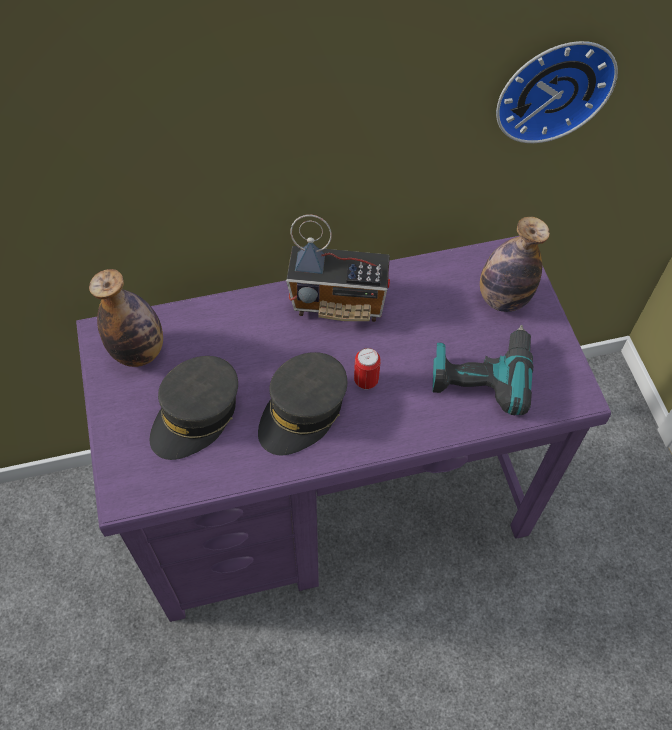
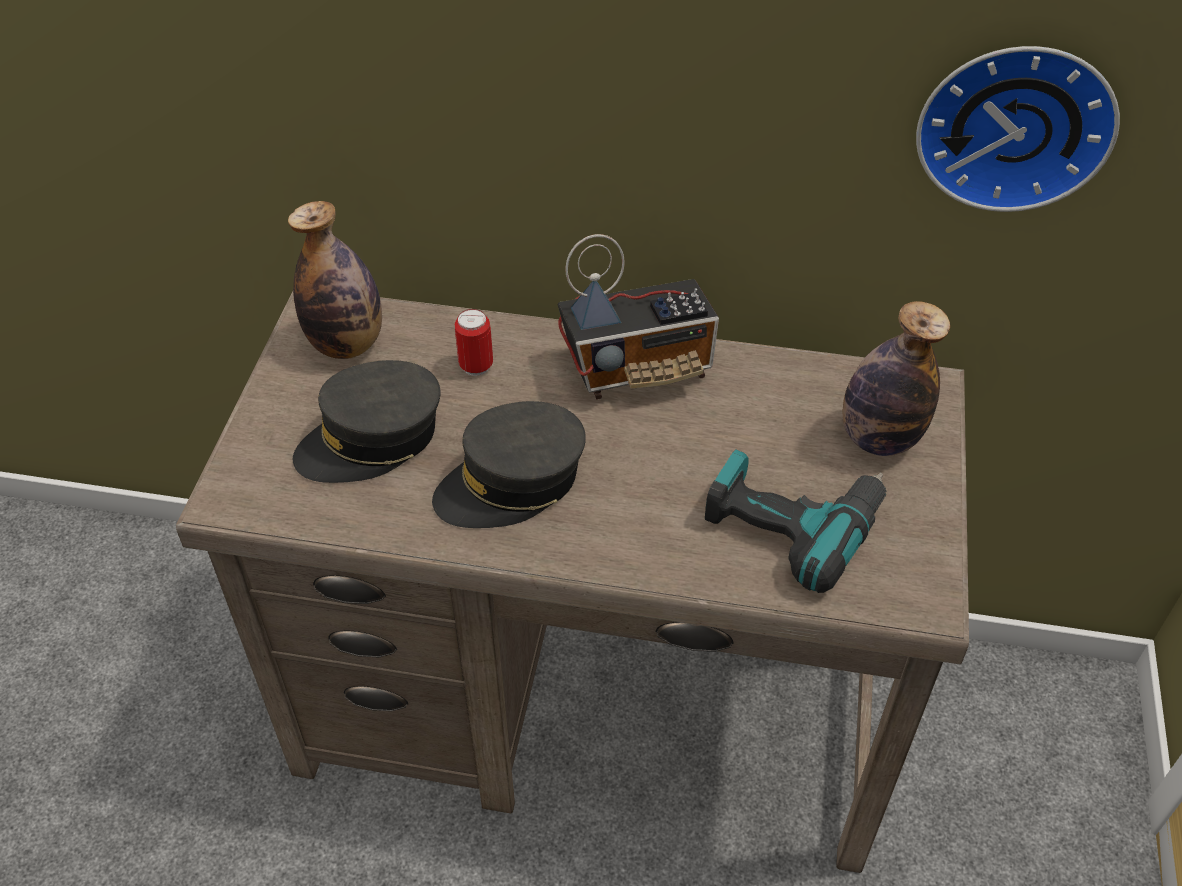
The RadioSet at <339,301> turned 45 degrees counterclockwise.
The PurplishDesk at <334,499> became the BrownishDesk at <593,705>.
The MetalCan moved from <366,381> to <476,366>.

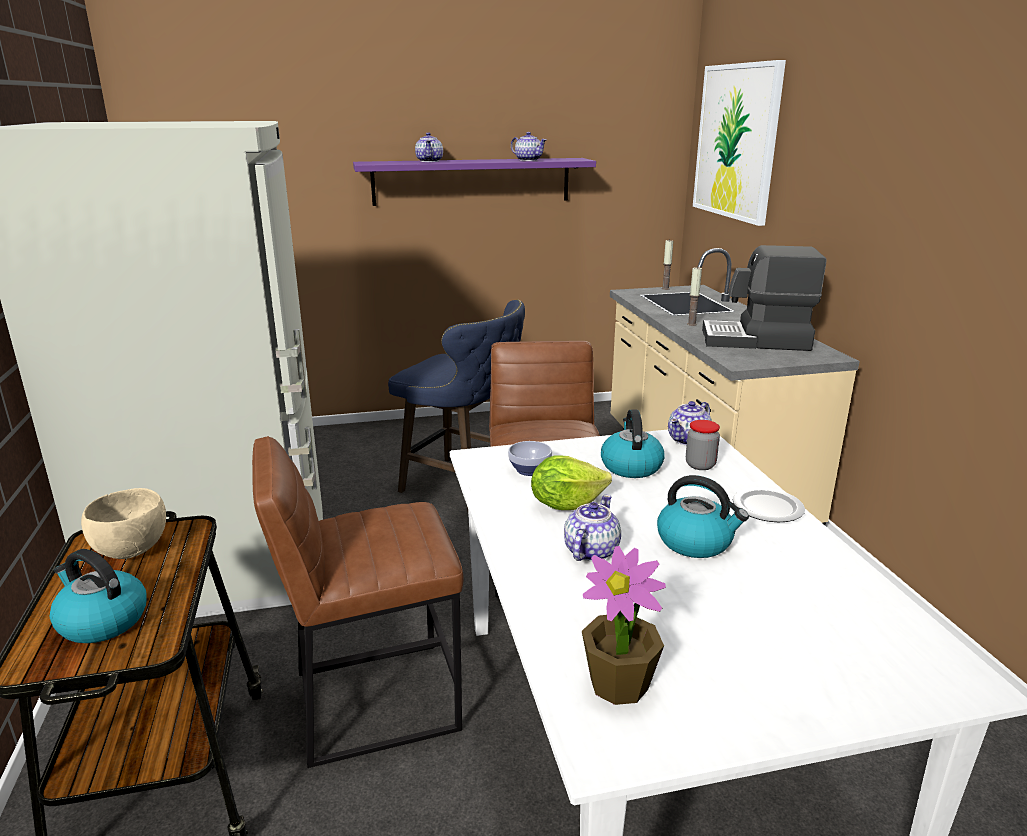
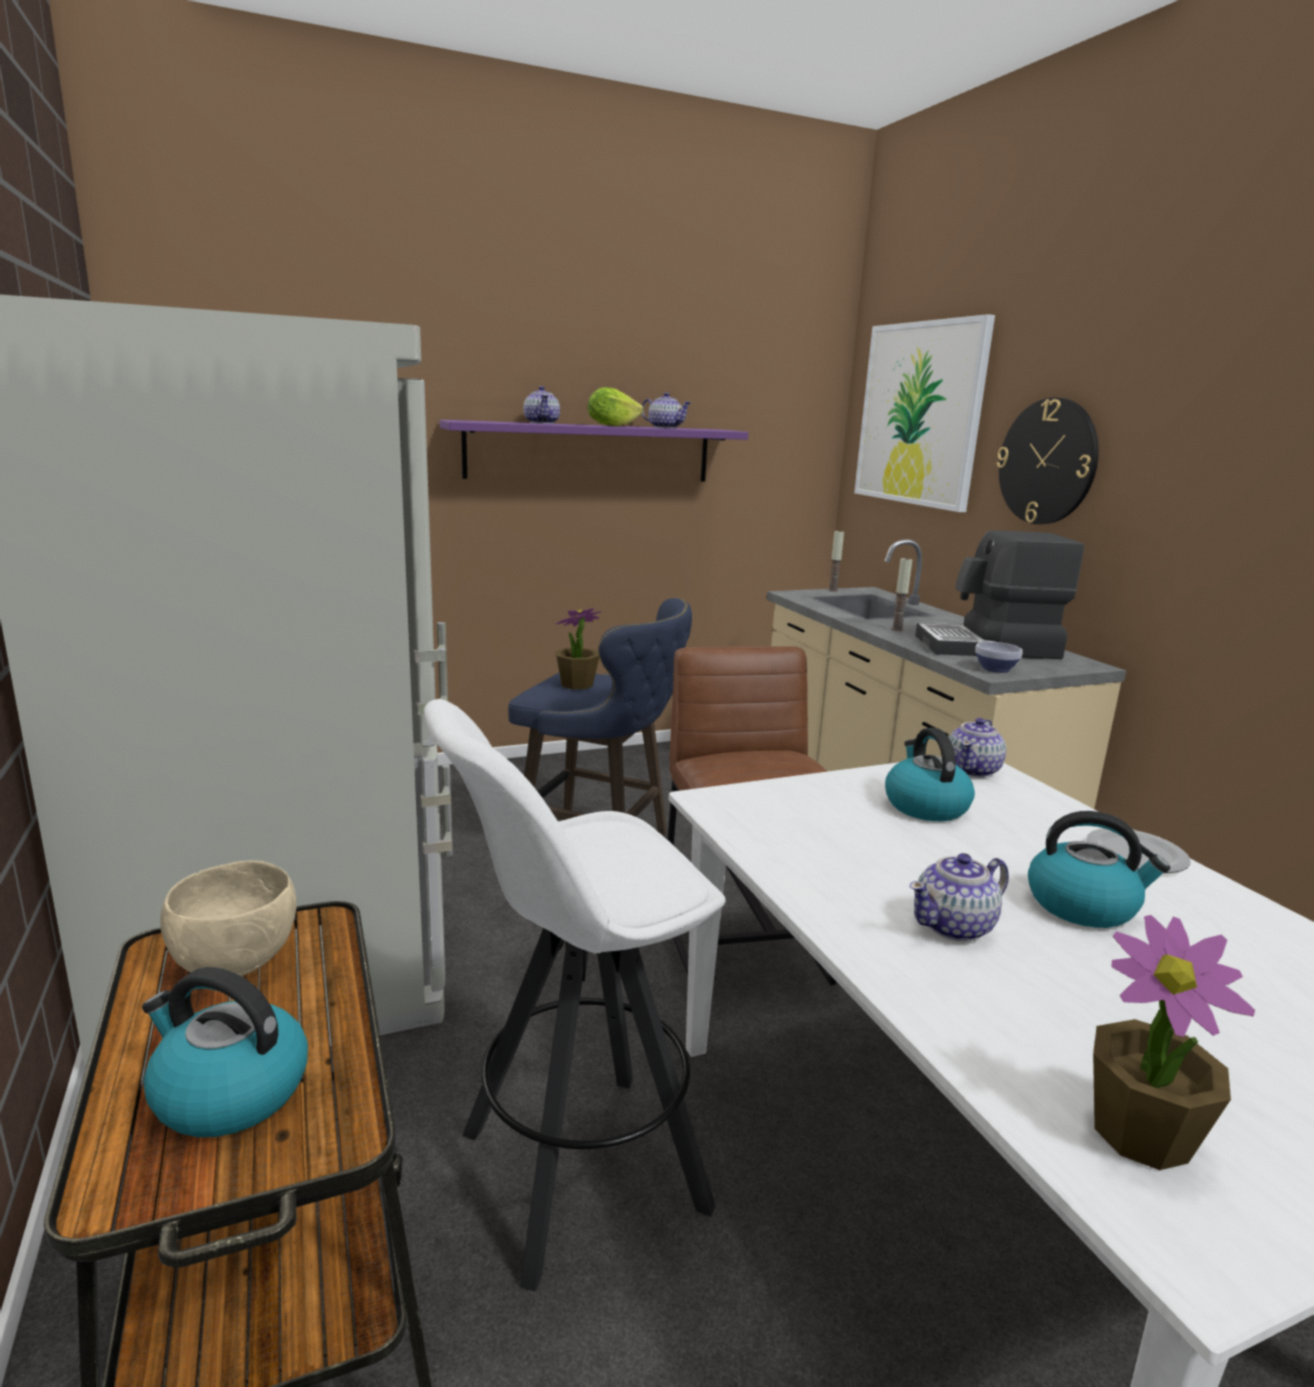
The StorageJar at <700,465> disappeared.
The BrownishUprightChair at <373,701> was replaced by the WhiteColouredSittingStool at <575,1172>.
The Bowl moved from <531,470> to <997,669>.
The HeadOfLettuce moved from <566,504> to <611,426>.
The PotForTea at <590,551> turned 135 degrees counterclockwise.
The WallClock at <1047,462> appeared.
The PlantInAPot at <576,684> appeared.

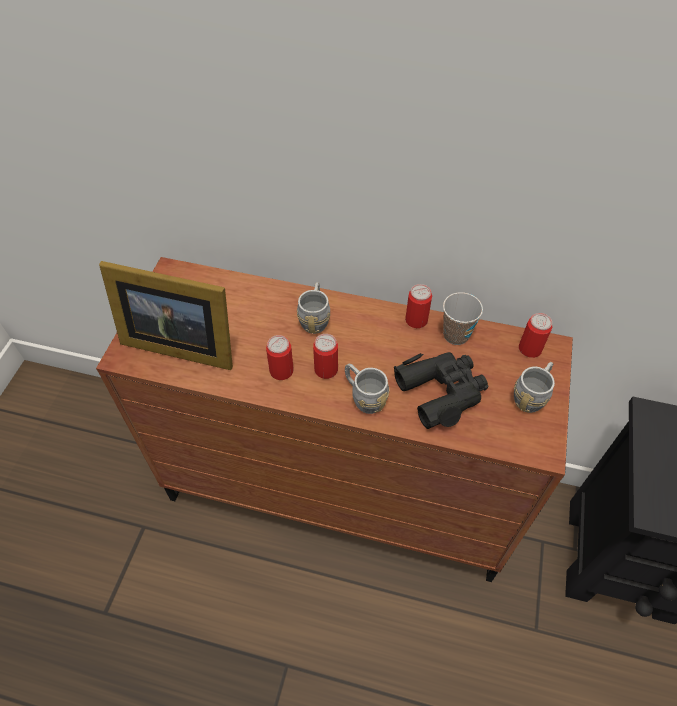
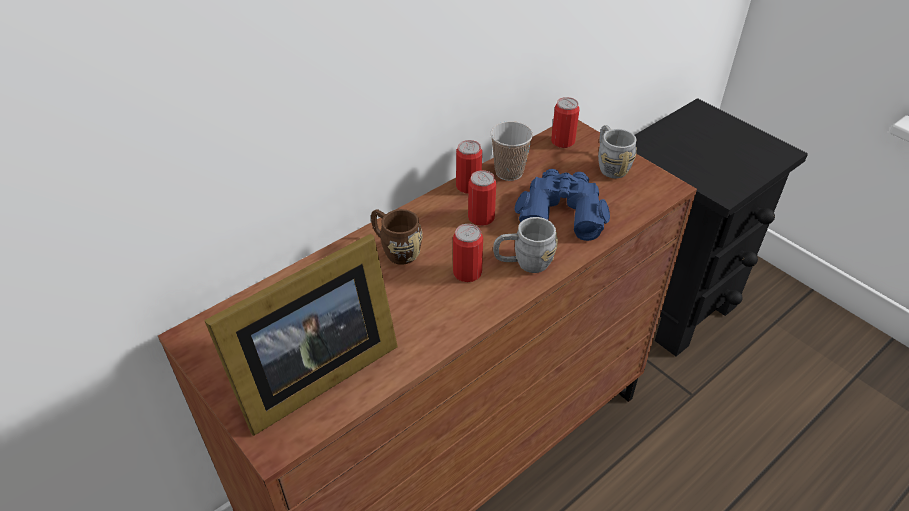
The GrayTeaMug at <315,318> became the BrownishTeaMug at <395,249>.
The MetalCan moved from <281,371> to <481,217>.
The BlackColouredBinoculars at <441,391> became the BlueBinoculars at <561,211>.

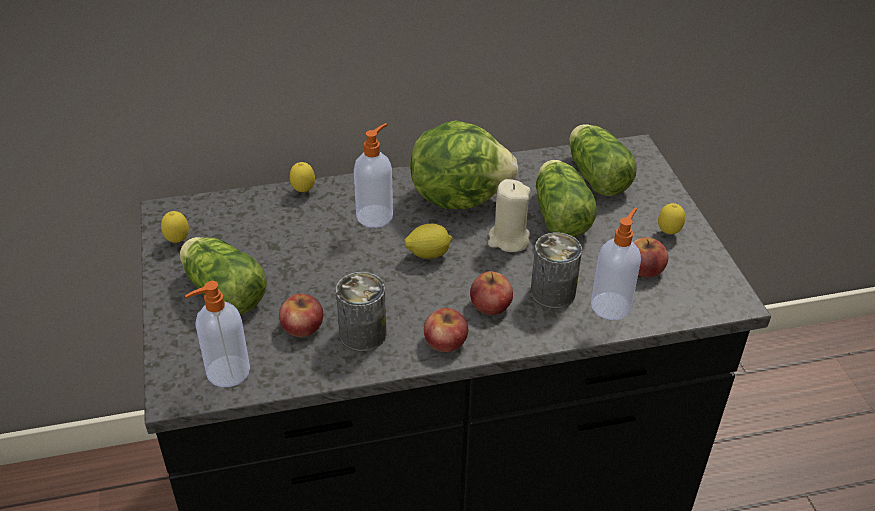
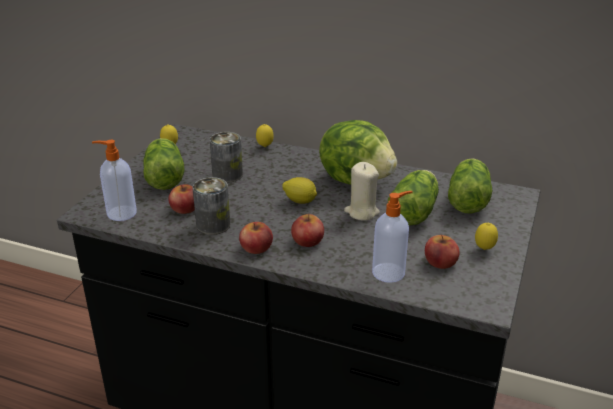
The SoapBottle at <375,215> disappeared.
The MetalCan moved from <553,292> to <227,174>.

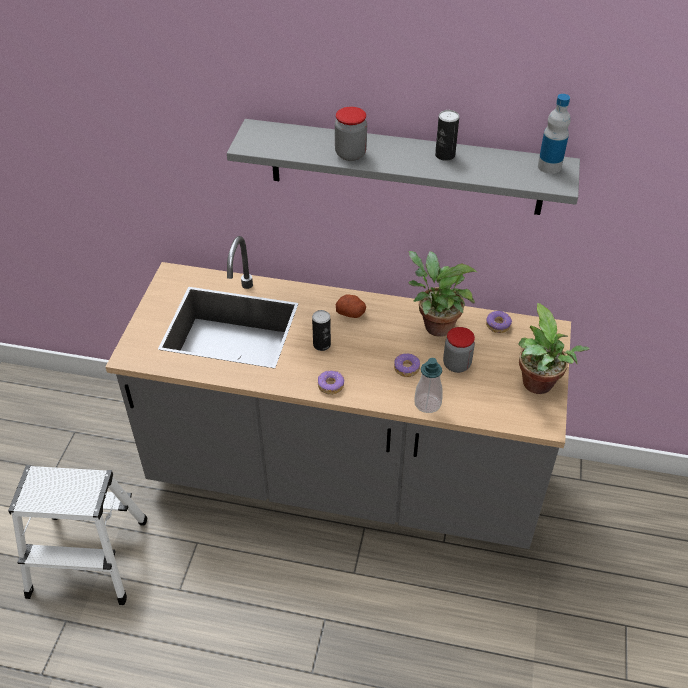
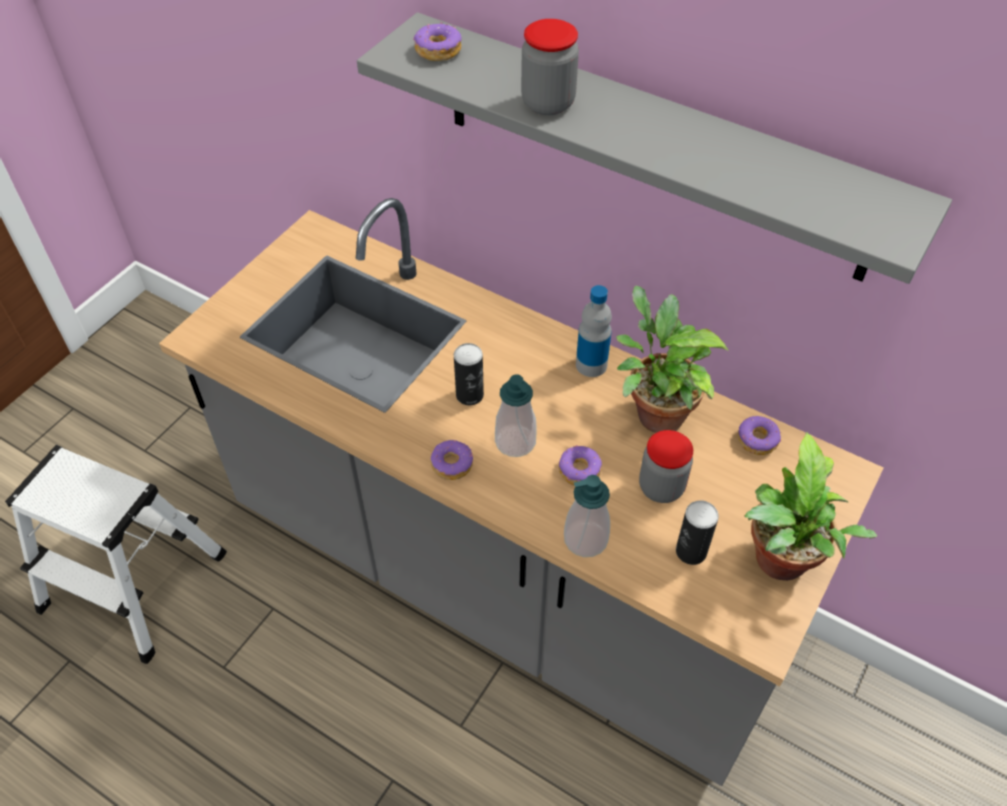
The DrinkBottle moved from <549,166> to <591,365>.
The MetalCan moved from <445,155> to <691,551>.
The Spud at <351,313> disappeared.
The Doughnut at <438,50> appeared.
The SoapBottle at <515,442> appeared.

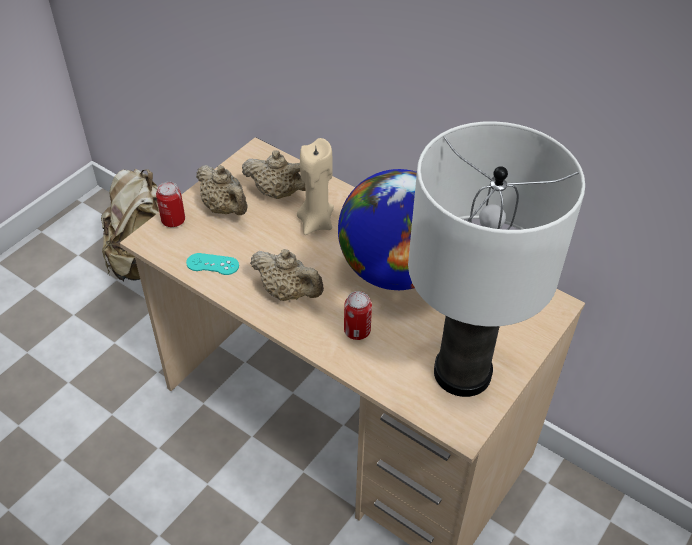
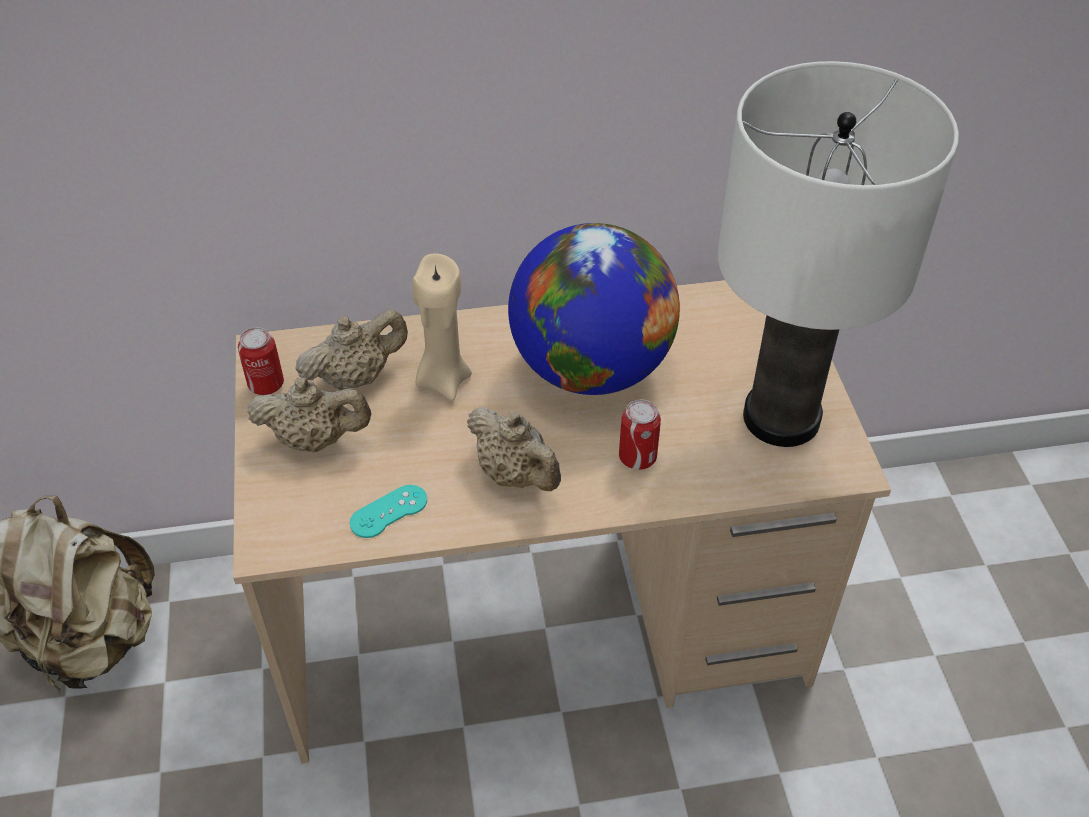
The MetalCan moved from <173,220> to <266,384>.
The SandColouredPotForTea at <288,292> turned 60 degrees clockwise.

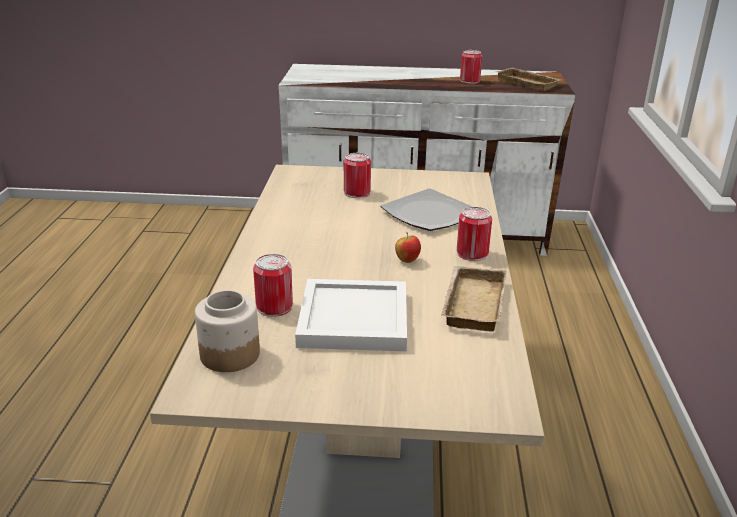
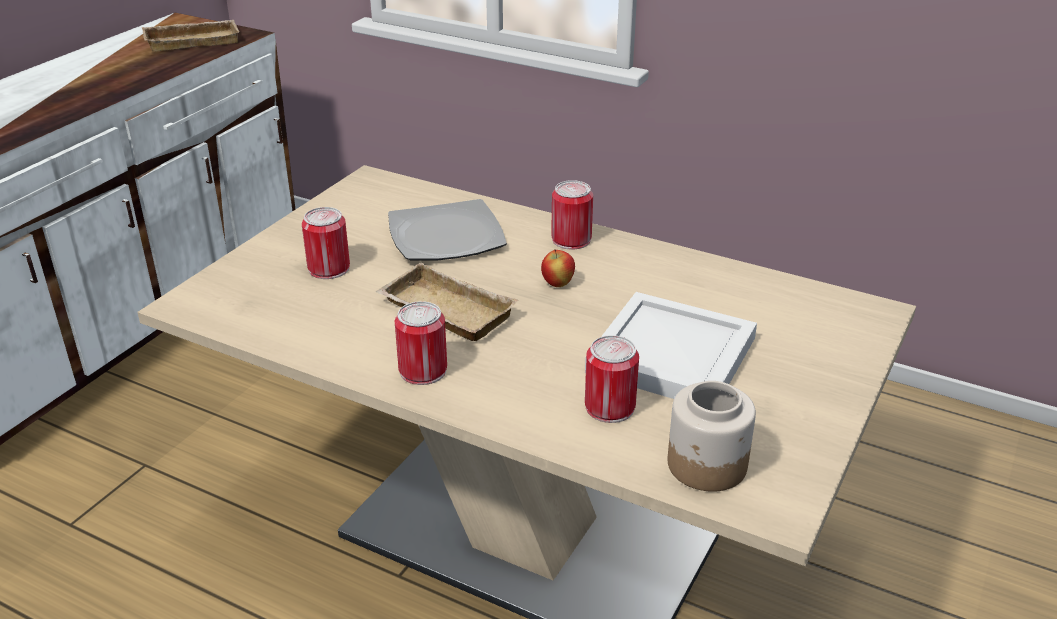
The MetalCan moved from <470,81> to <423,370>.
The SandColouredServingTray moved from <471,303> to <443,312>.

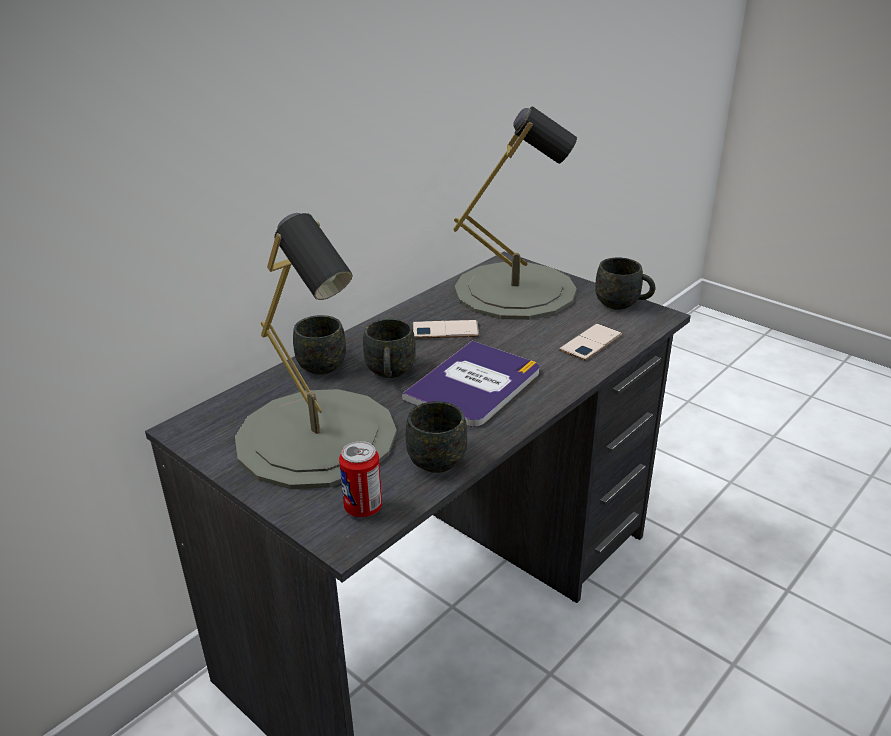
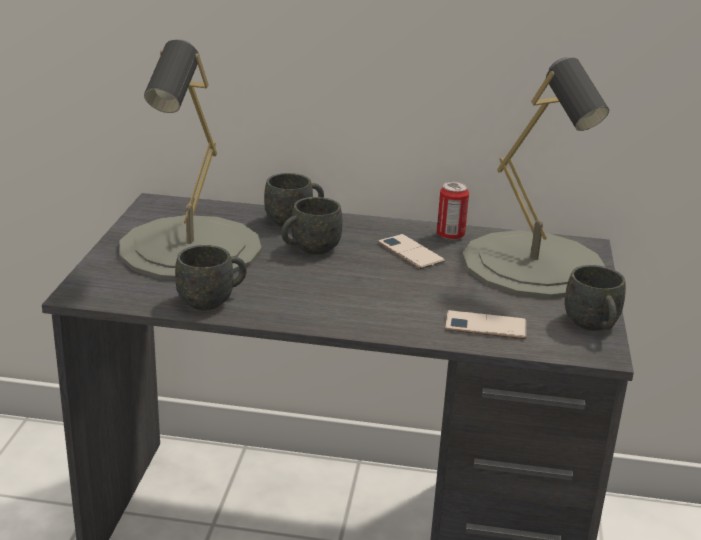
The Volume at <474,385> disappeared.
The MetalCan moved from <363,508> to <450,236>.

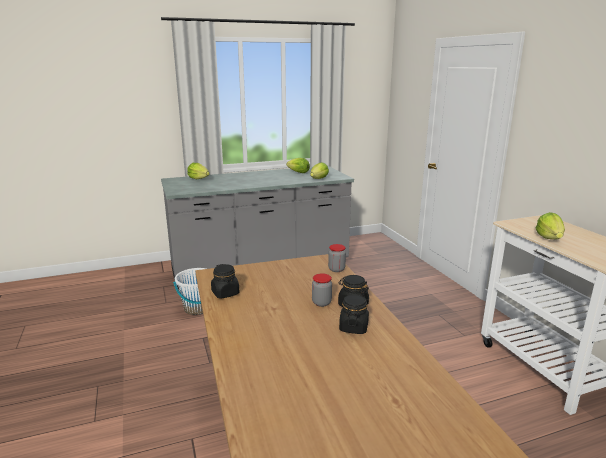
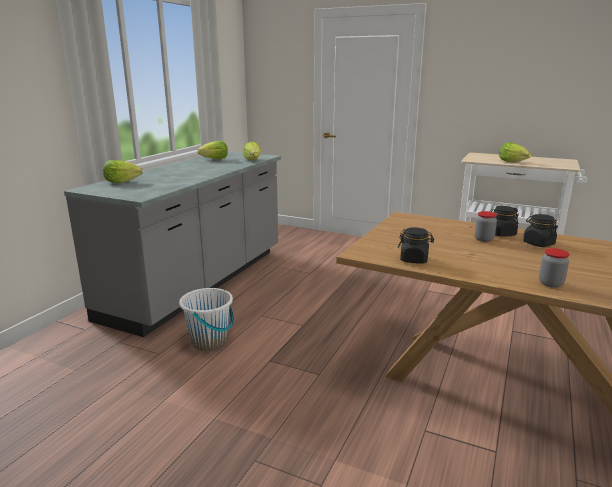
The StorageJar moved from <336,269> to <550,283>.

